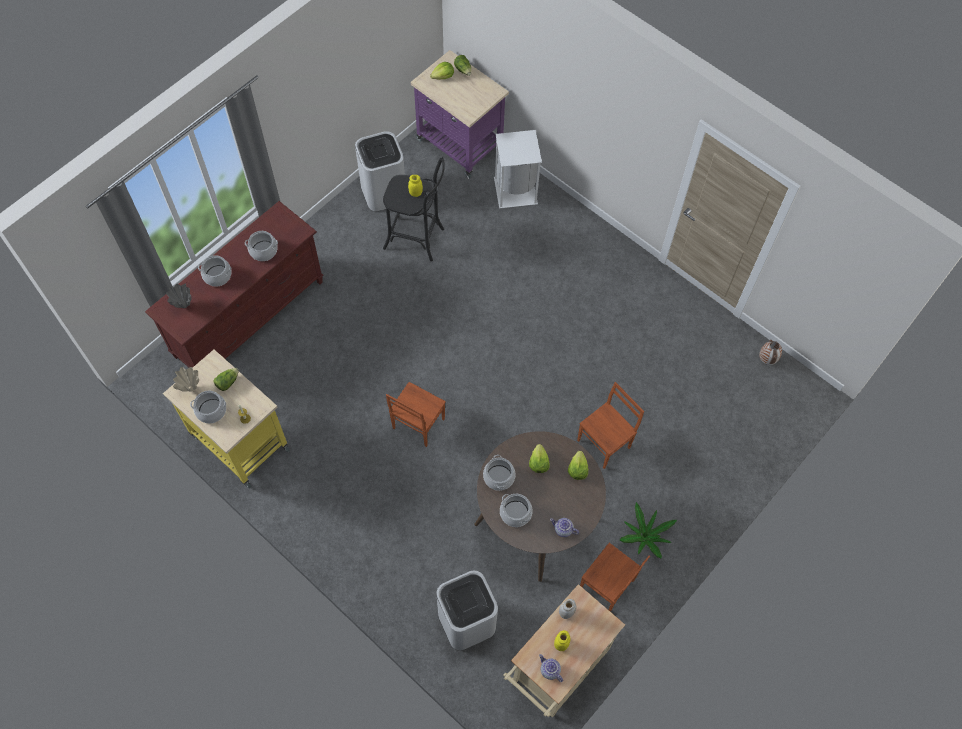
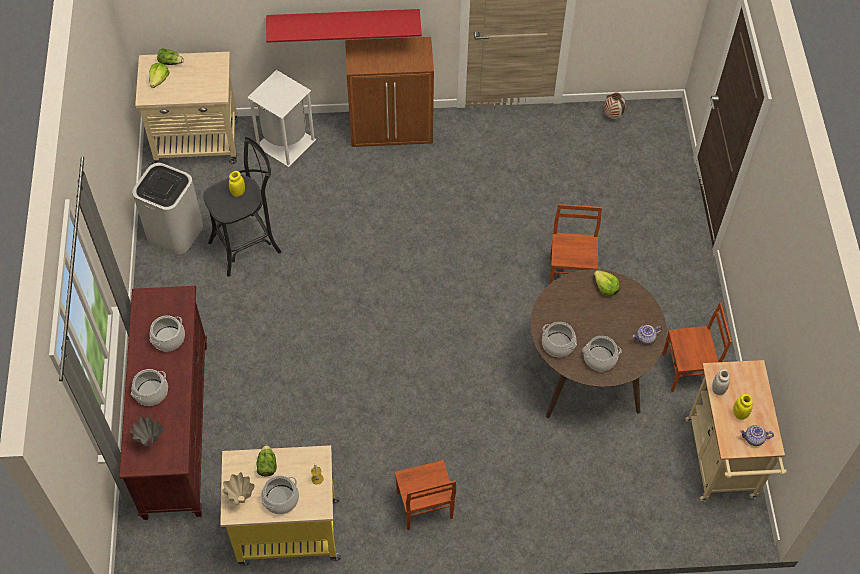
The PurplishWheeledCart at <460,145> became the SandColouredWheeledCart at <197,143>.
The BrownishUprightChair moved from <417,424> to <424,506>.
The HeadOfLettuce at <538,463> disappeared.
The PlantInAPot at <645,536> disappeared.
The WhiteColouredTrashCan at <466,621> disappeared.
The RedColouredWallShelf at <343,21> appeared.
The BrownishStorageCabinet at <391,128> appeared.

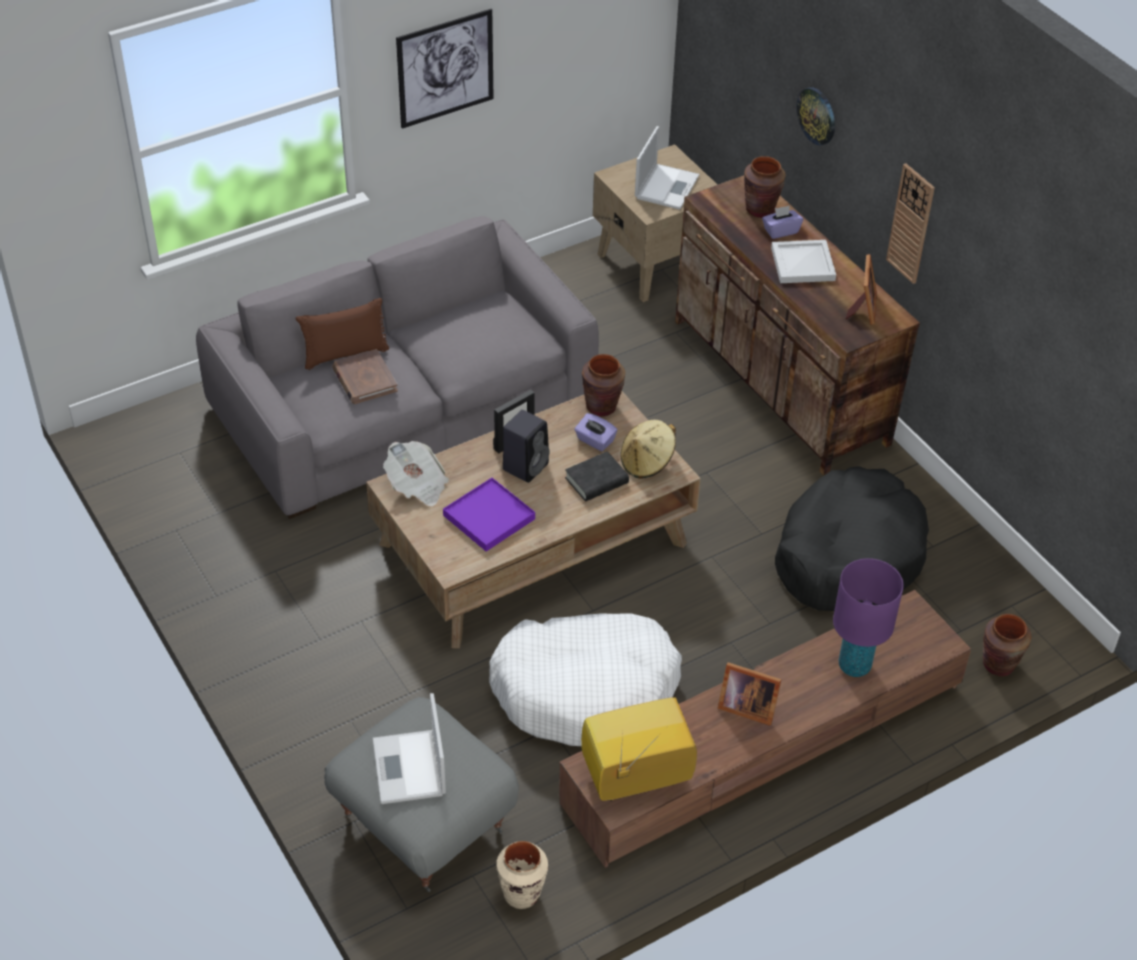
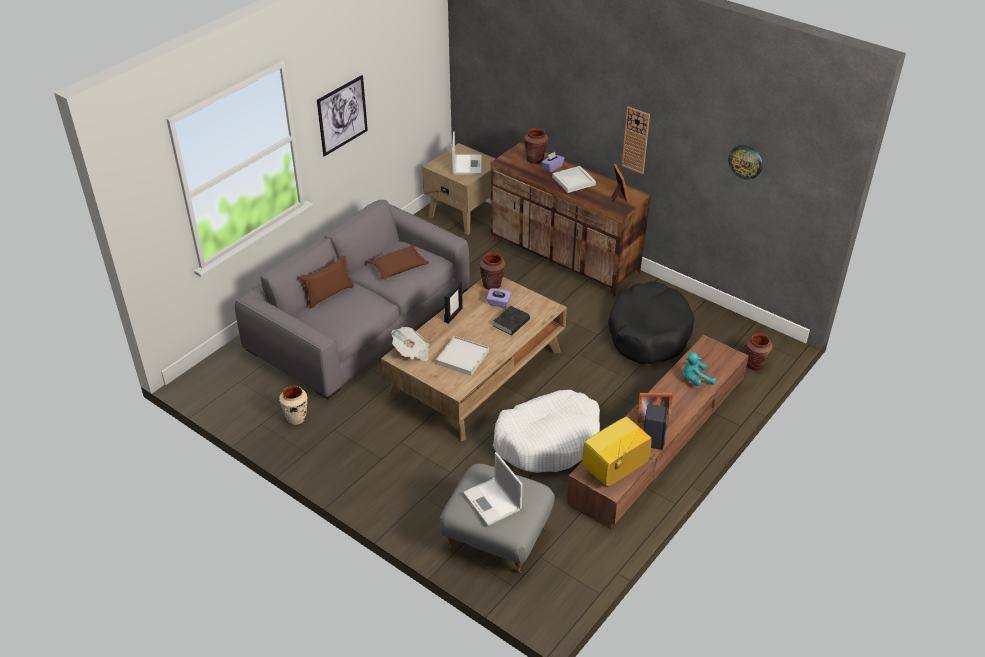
The WallClock moved from <817,115> to <745,161>.
The BrownishVolume at <364,380> disappeared.
The BlackColouredLoudspeaker moved from <526,466> to <653,439>.
The SandColouredClothingHat at <647,462> disappeared.
The PurplishServingTray at <489,517> became the WhiteColouredServingTray at <462,358>.
The PurplishLampForATable at <854,665> was replaced by the BlueGreenCuddlyToy at <695,380>.
The SandColouredFlowerVase moved from <522,894> to <296,418>.
The BrownishPillow at <398,265> appeared.

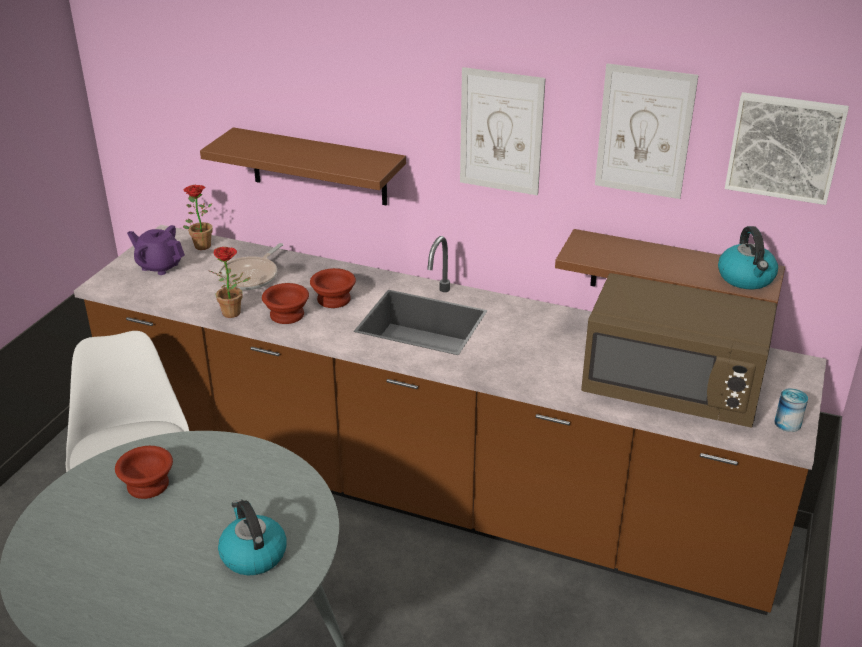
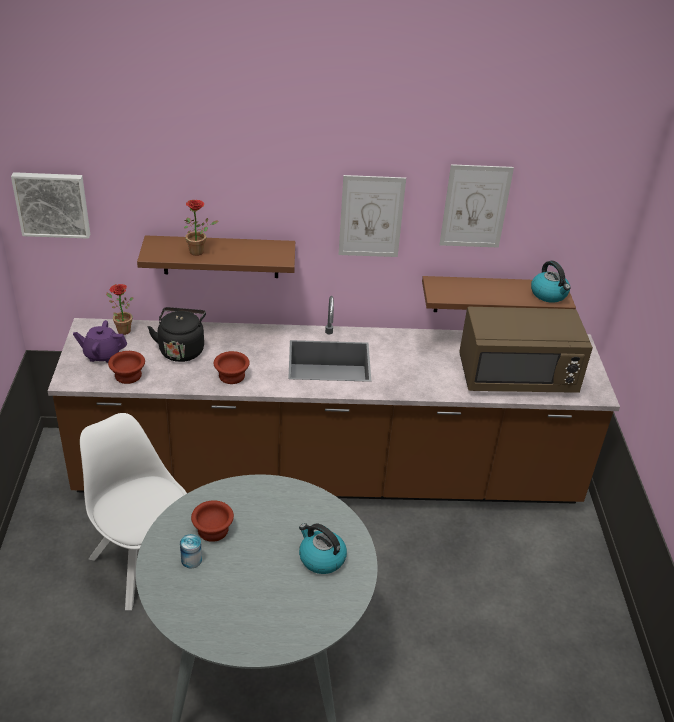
The WallPicture moved from <785,146> to <52,204>.
The Pan at <251,276> was replaced by the BlackColouredKettle at <182,349>.
The PlantInAPot moved from <235,313> to <199,252>.
The BrownishBowl moved from <334,300> to <128,376>.
The MetalCan moved from <787,423> to <191,560>.

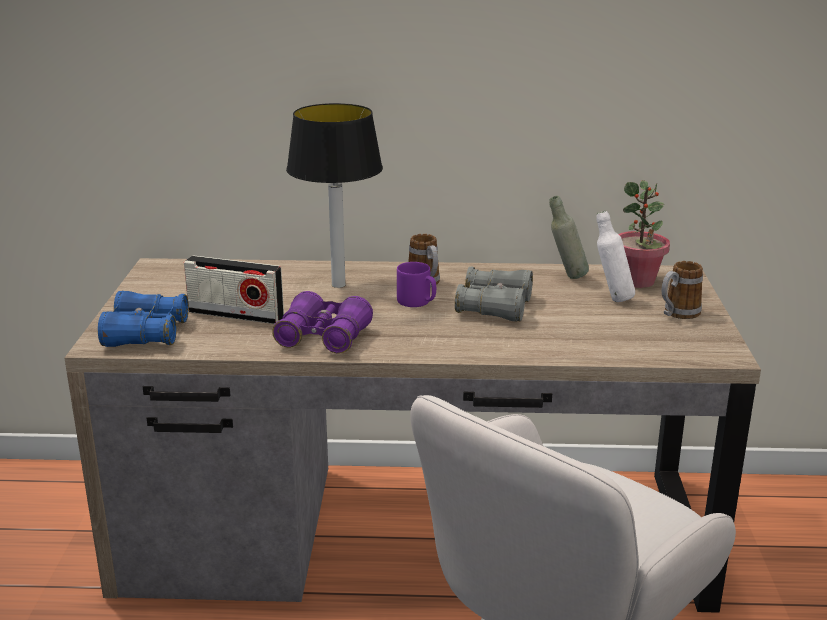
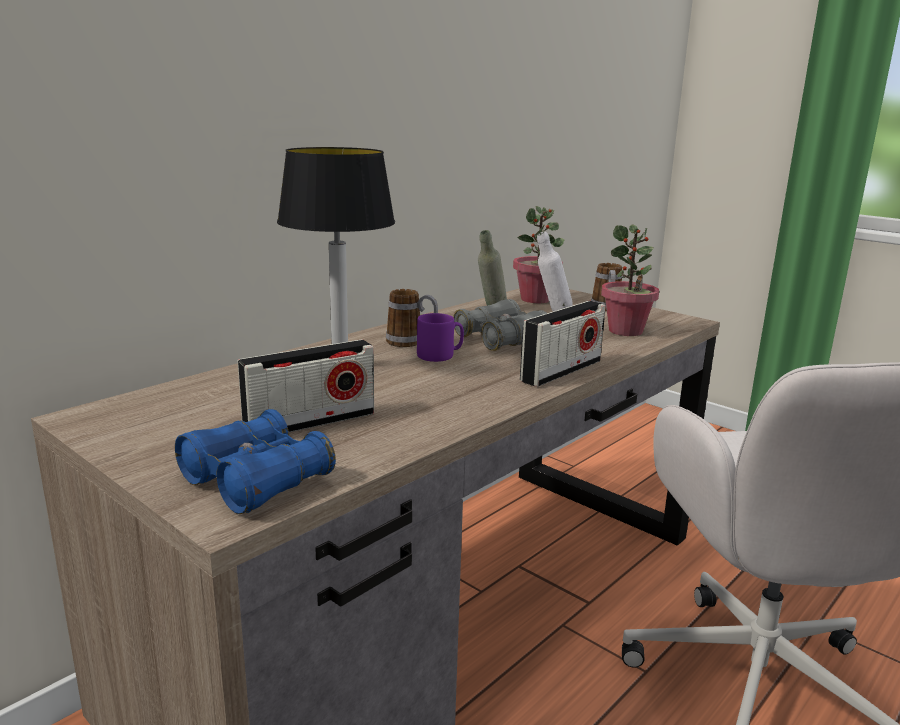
The PurplishBinoculars at <323,337> disappeared.
The PlantInAPot at <626,331> appeared.
The RadioSet at <561,371> appeared.

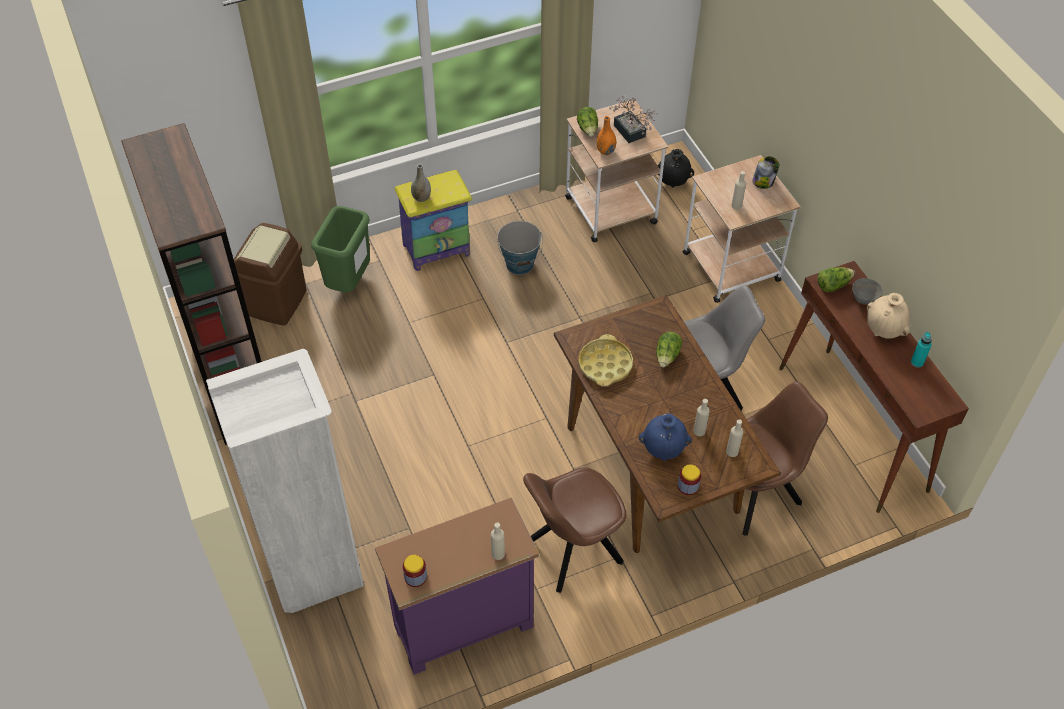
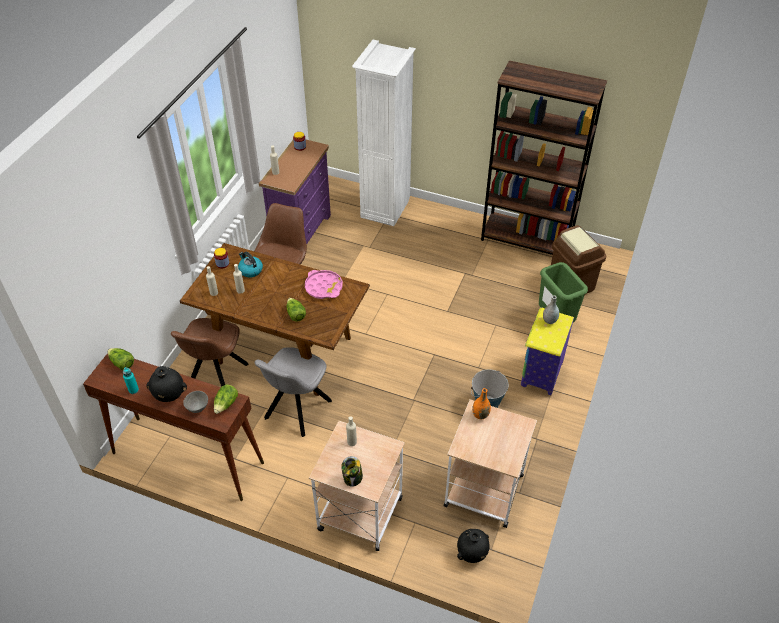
The PlantInAPot at <631,133> disappeared.
The HeadOfLettuce moved from <588,129> to <122,363>.
The SandColouredFlowerVase at <883,331> became the BlackColouredFlowerVase at <169,395>.
The YellowishServingTray at <605,364> became the PinkishServingTray at <323,287>.
The BlueFlowerVase at <663,450> was replaced by the Kettle at <250,270>.

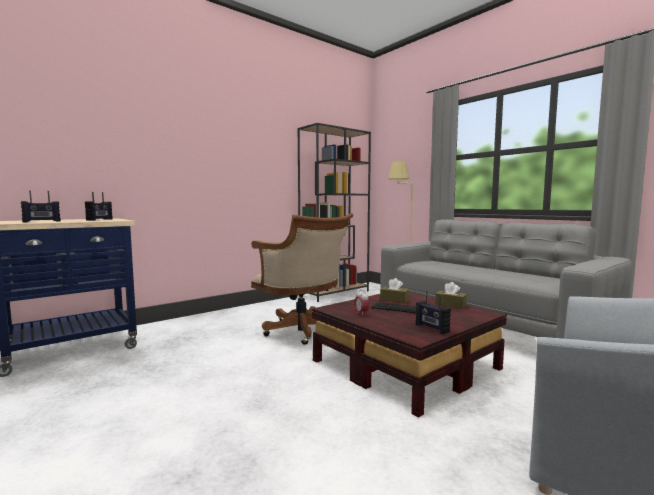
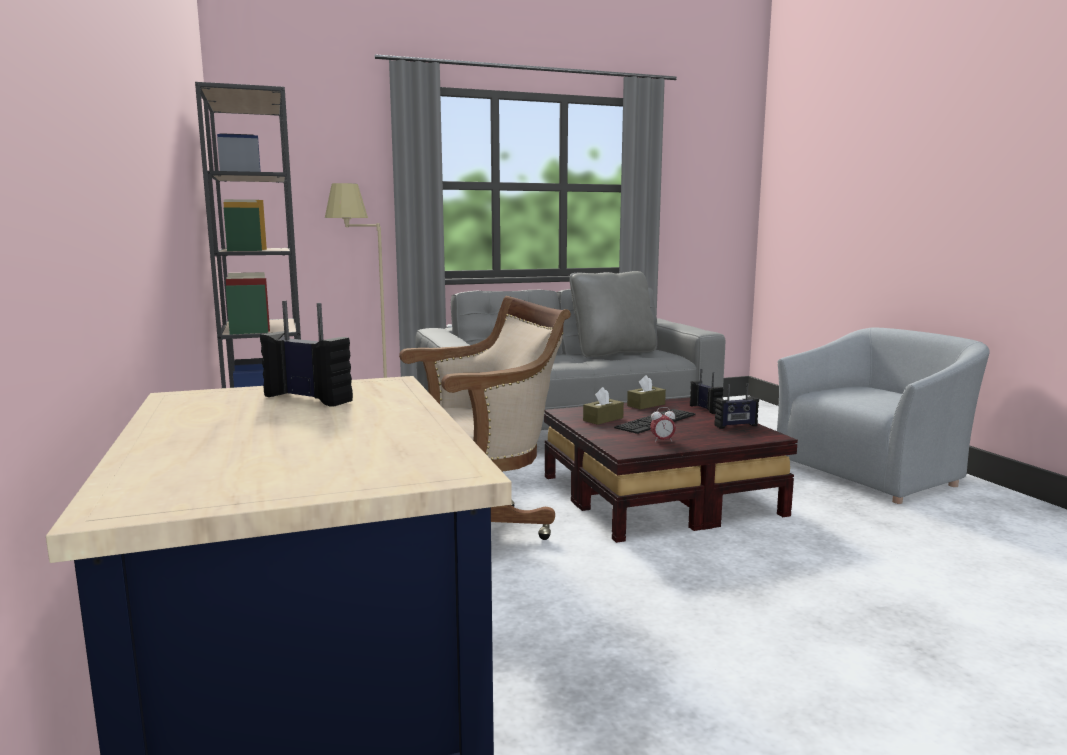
The RadioSet moved from <42,221> to <706,409>.
The GrayPillow at <612,352> appeared.

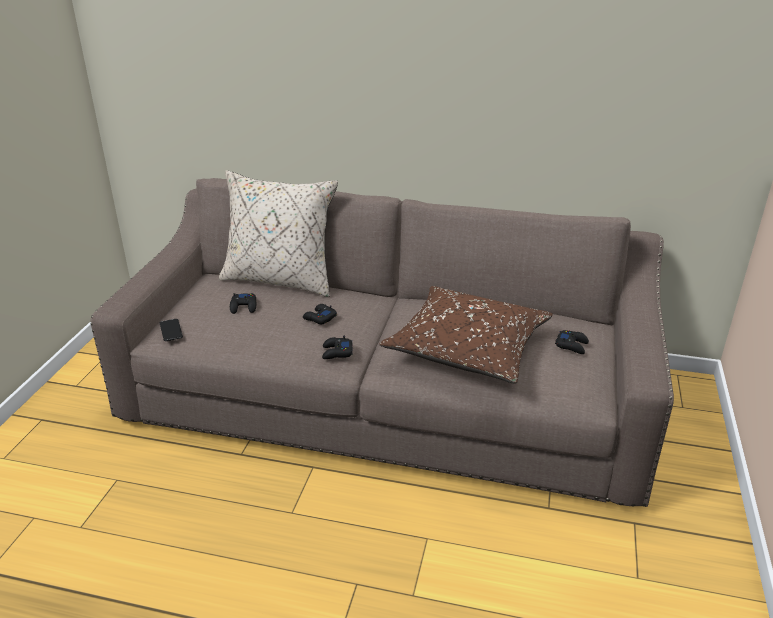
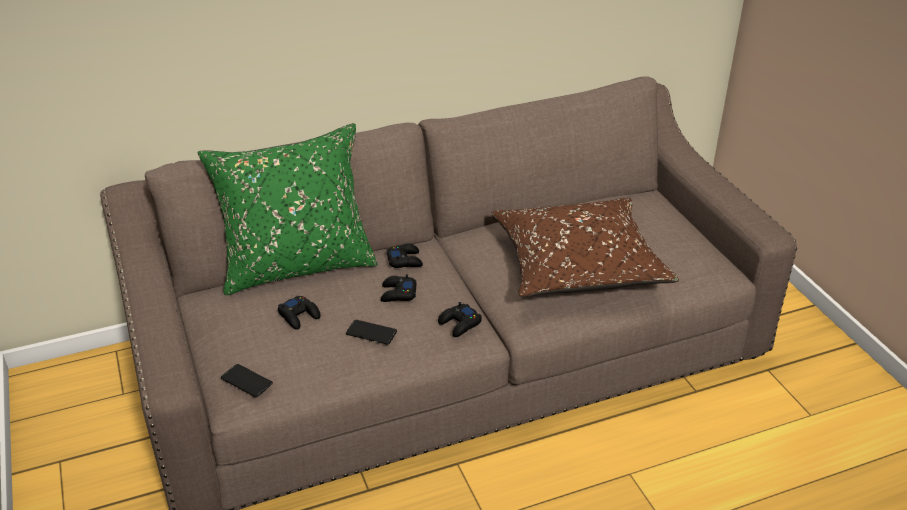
The SandColouredPillow at <280,279> became the GreenColouredPillow at <297,266>.
The BlackColouredGamepad moved from <572,345> to <405,260>.
The Phone at <371,333> appeared.

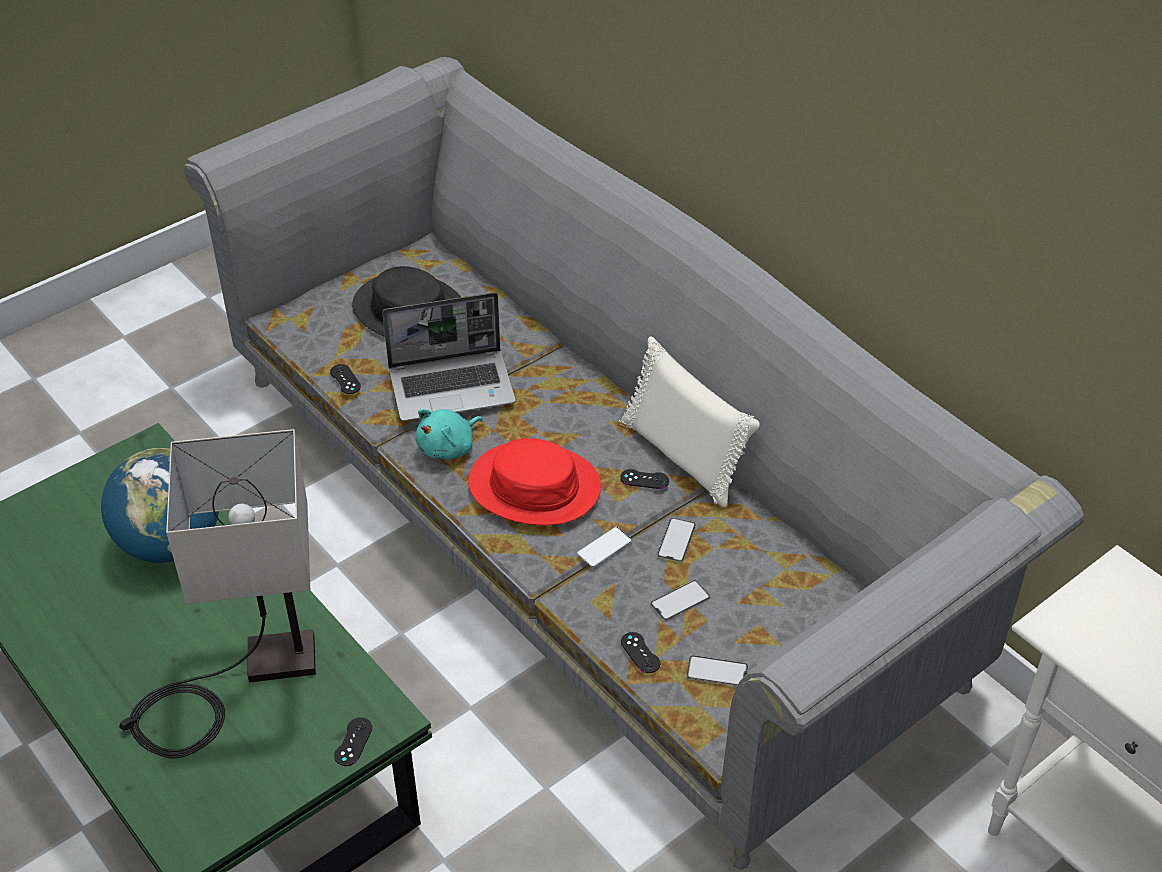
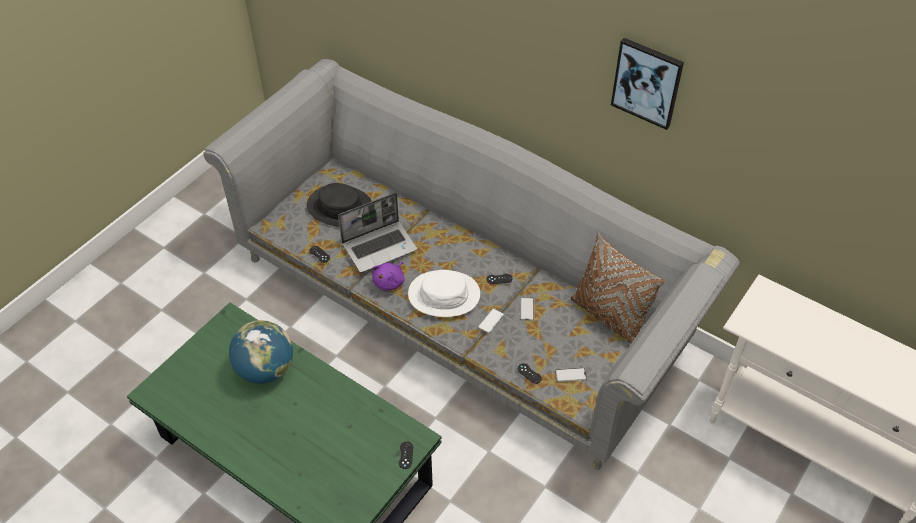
The WhiteColouredPillow at <684,457> disappeared.
The BlueGreenCuddlyToy at <449,447> became the PurplishCuddlyToy at <390,282>.
The LampForATable at <236,682> disappeared.
The RedColouredClothingHat at <534,485> became the WhiteColouredClothingHat at <444,294>.
The Phone at <680,601> disappeared.
The WallPicture at <647,82> appeared.
The BrownishPillow at <609,316> appeared.

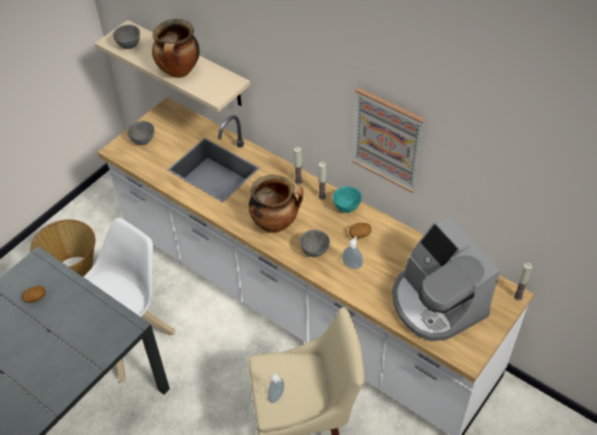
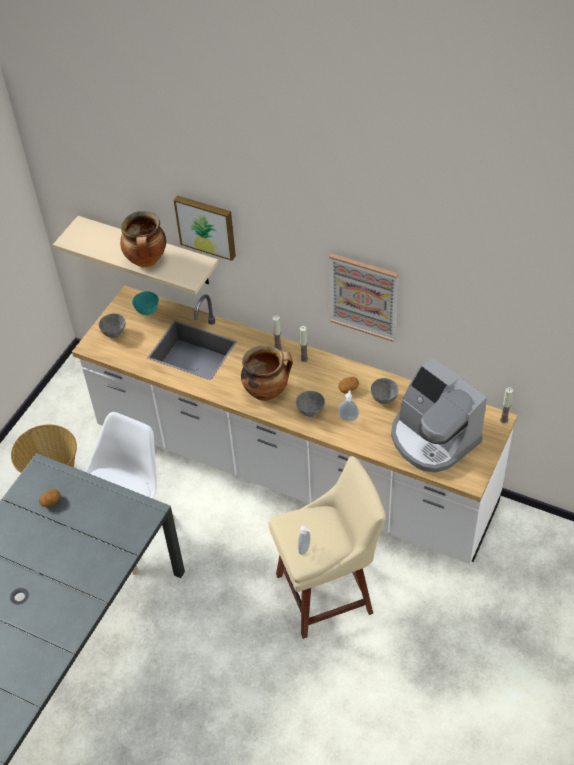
The GrayBowl moved from <129,46> to <384,399>.
The BlueGreenBowl moved from <346,207> to <147,311>.
The WallPicture at <206,226> appeared.

